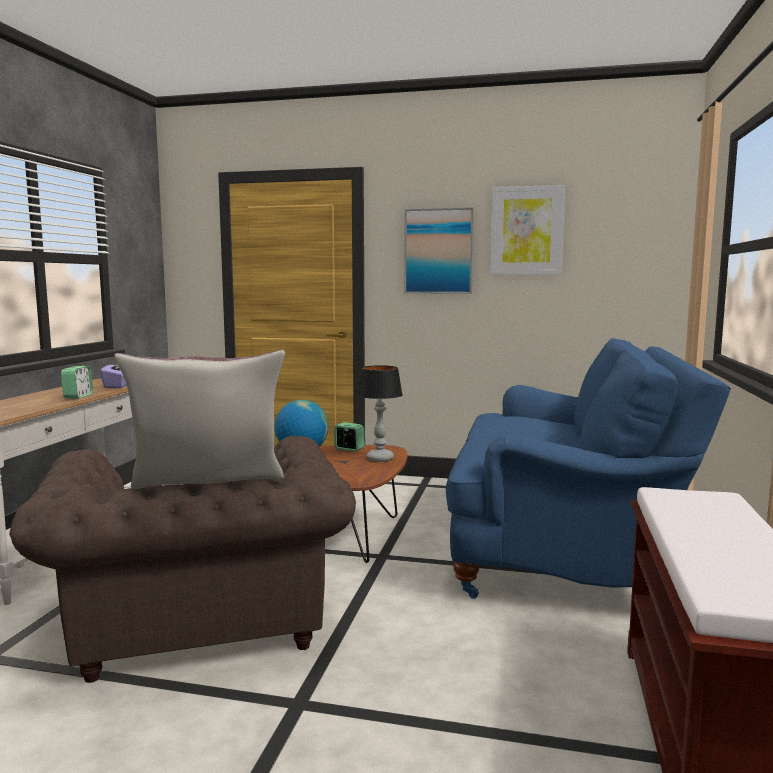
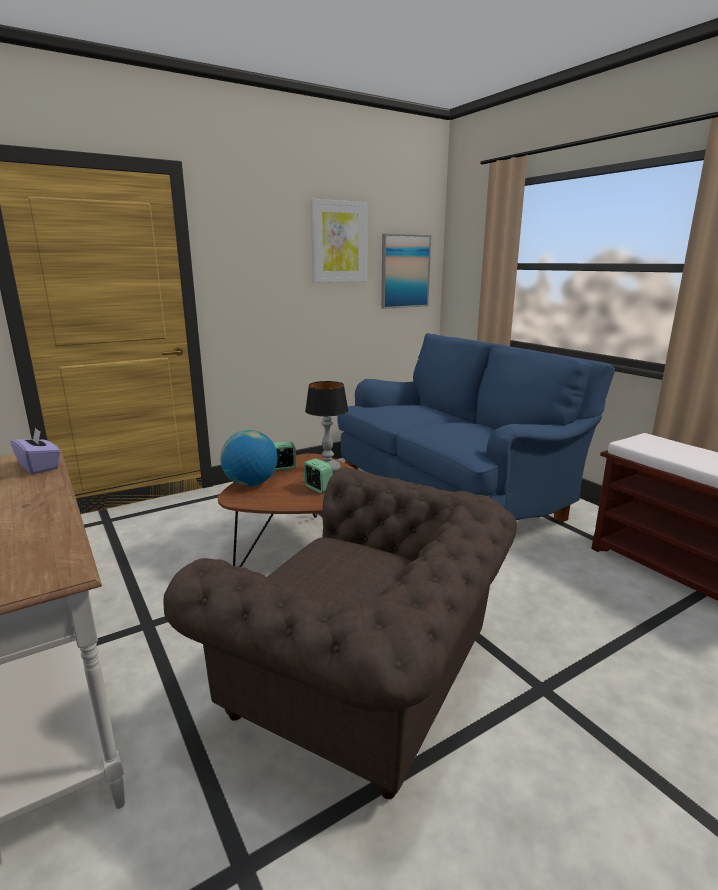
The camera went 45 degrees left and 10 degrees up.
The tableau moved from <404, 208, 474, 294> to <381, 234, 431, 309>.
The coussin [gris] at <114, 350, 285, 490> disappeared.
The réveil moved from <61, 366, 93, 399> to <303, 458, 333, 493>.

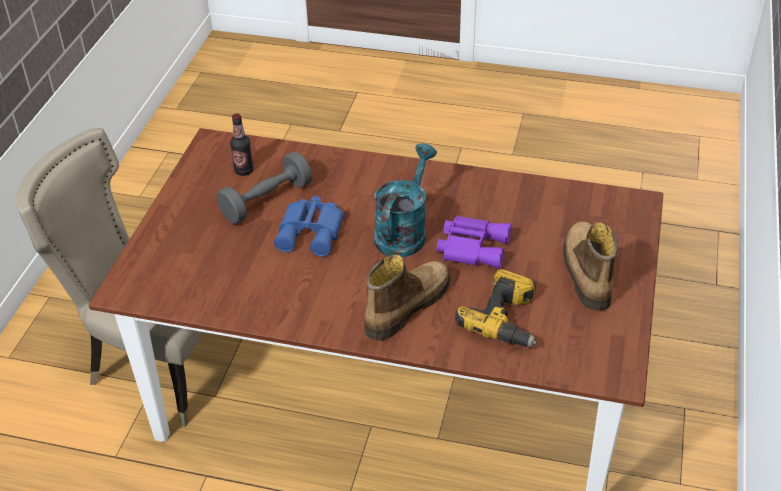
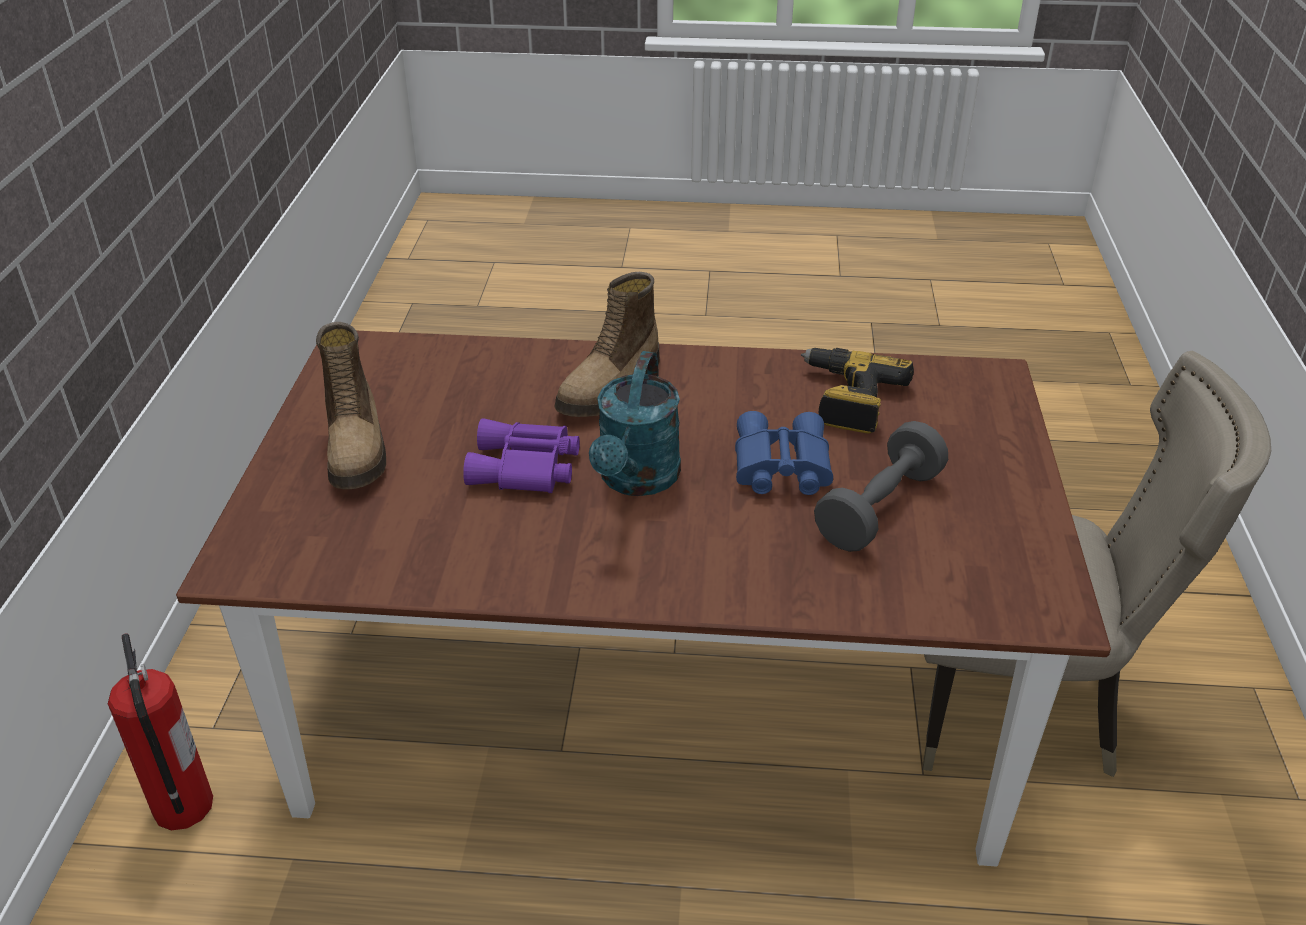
The camera went 170 degrees right and 5 degrees down.
The bouteille at <230, 114, 253, 176> disappeared.
The perceuse moved from <455, 269, 537, 347> to <801, 348, 914, 433>.
The extincteur at <108, 634, 213, 831> appeared.

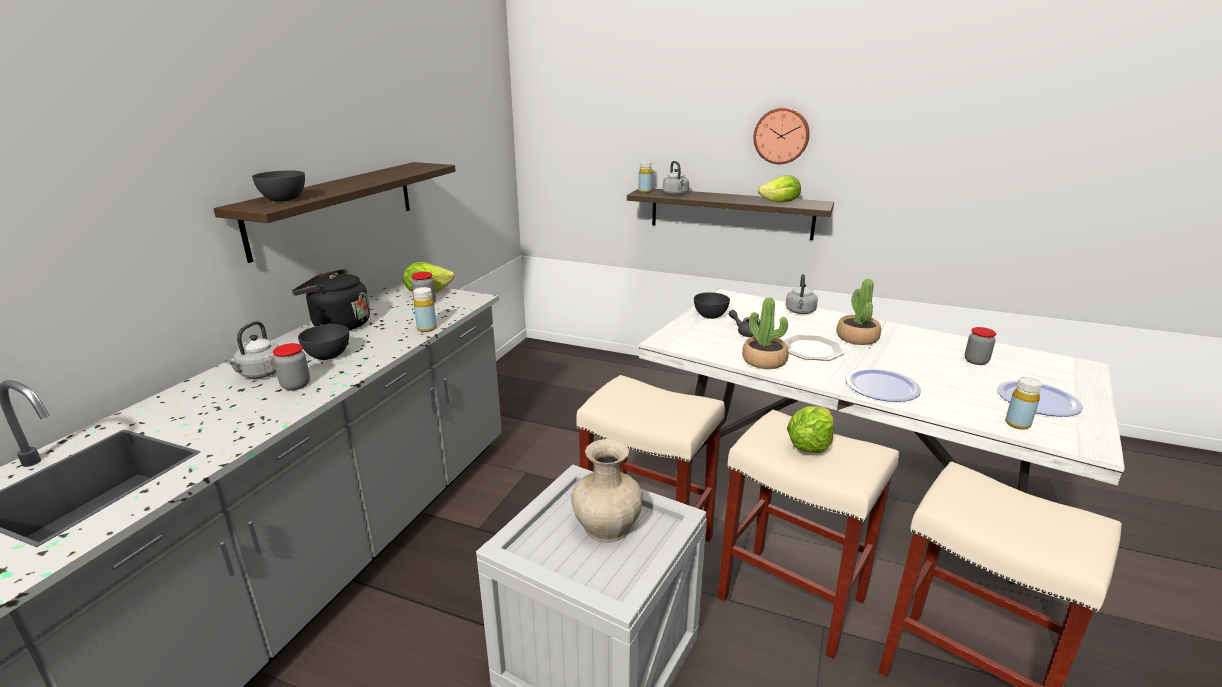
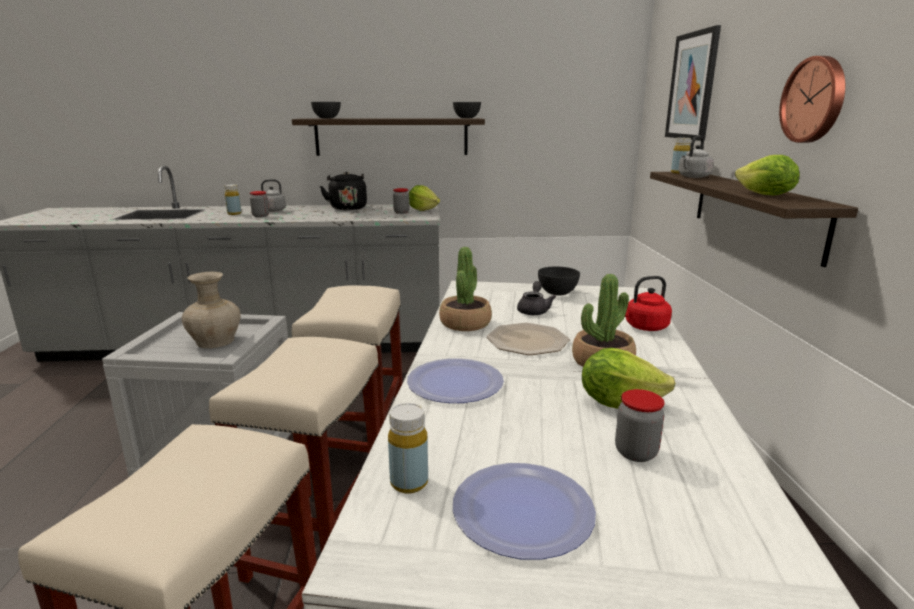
The camera went 65 degrees right and 5 degrees down.
The bouilloire [gris] at <786, 274, 818, 314> became the bouilloire [rouge] at <625, 276, 672, 331>.
The bouteille [jaune] moved from <413, 287, 437, 332> to <224, 184, 241, 215>.
The bol [gris] moved from <298, 324, 349, 360> to <453, 102, 481, 118>.
The laitue moved from <787, 406, 833, 453> to <582, 348, 675, 409>.
The tableau at <665, 25, 721, 141> appeared.

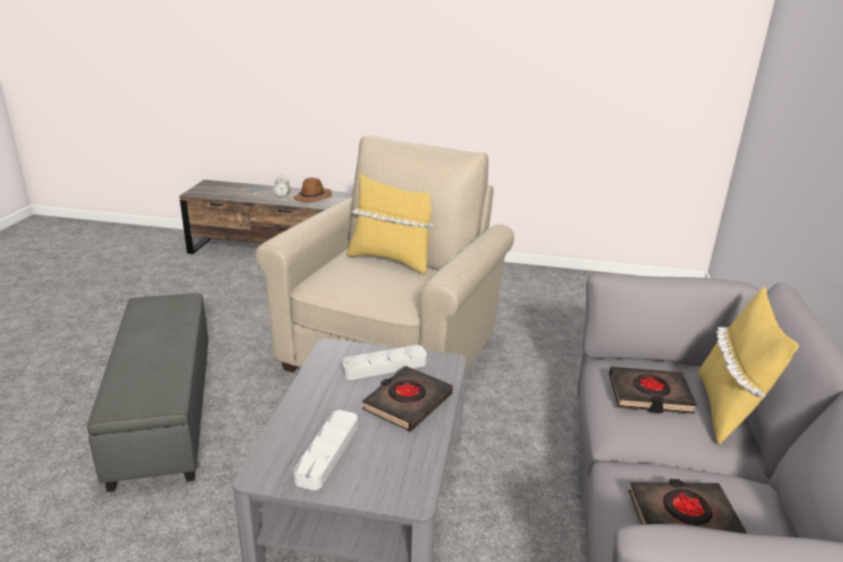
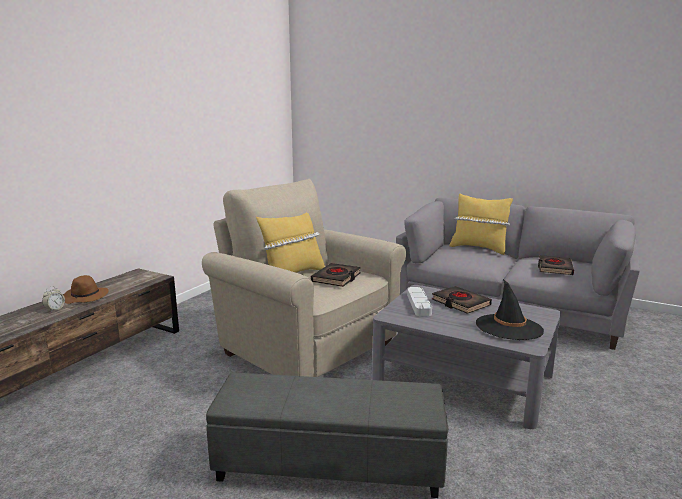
The camera went 70 degrees left and 10 degrees down.
The livre [noir] moved from <609, 366, 697, 414> to <311, 263, 361, 287>.
The plateau [gris] at <293, 410, 358, 490> was replaced by the chapeau [noir] at <476, 279, 544, 340>.

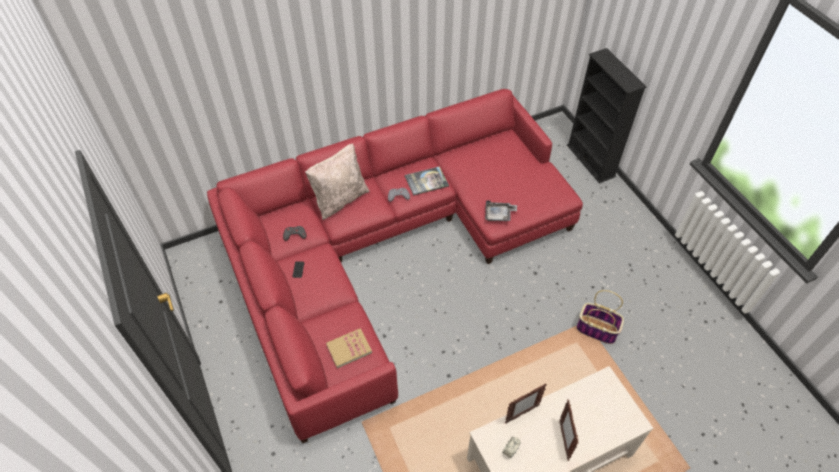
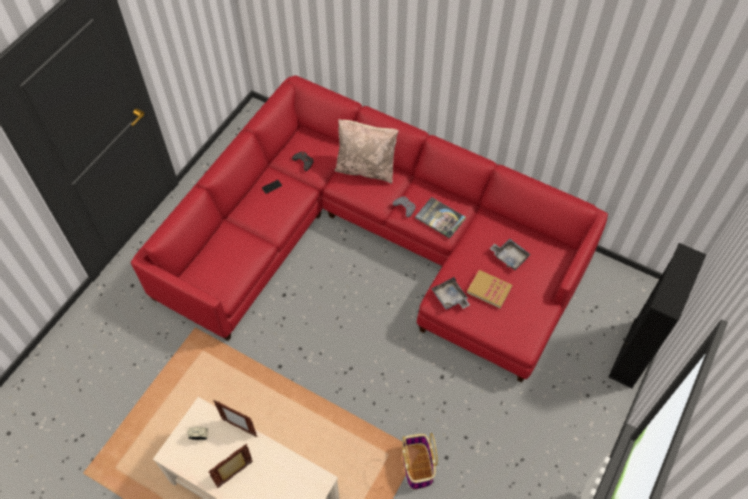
The camera went 55 degrees right and 5 degrees up.
The livre moved from <326, 328, 372, 368> to <467, 270, 512, 309>.
The plateau [gris] at <489, 238, 531, 270> appeared.

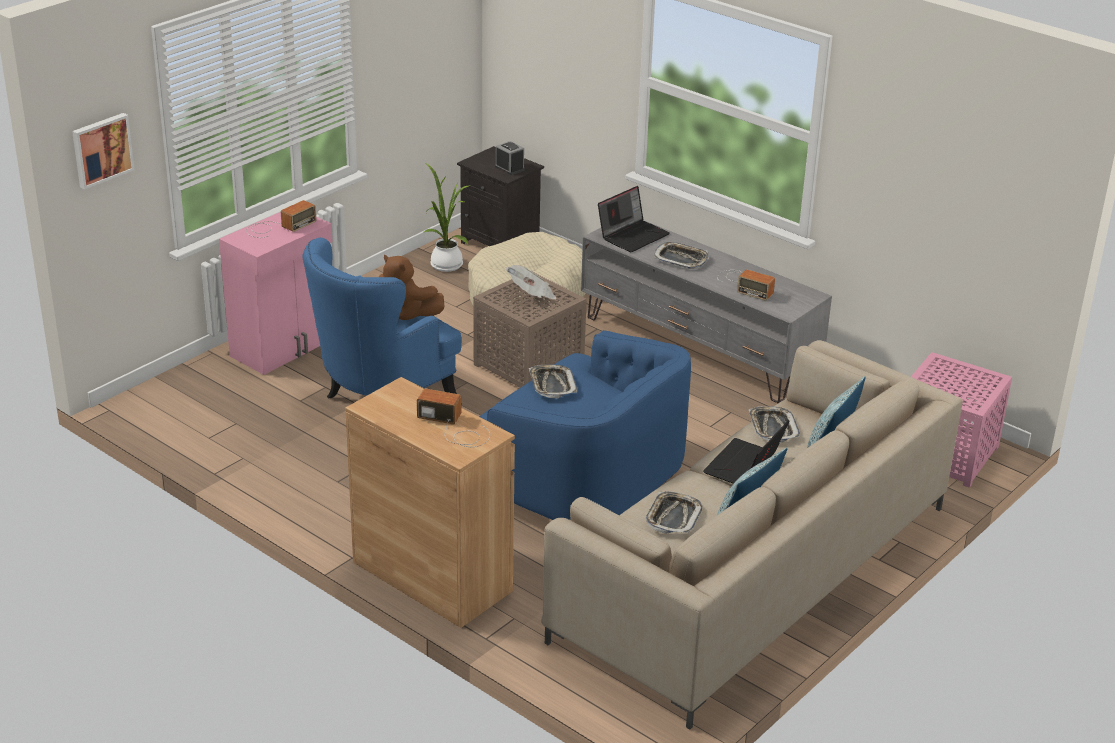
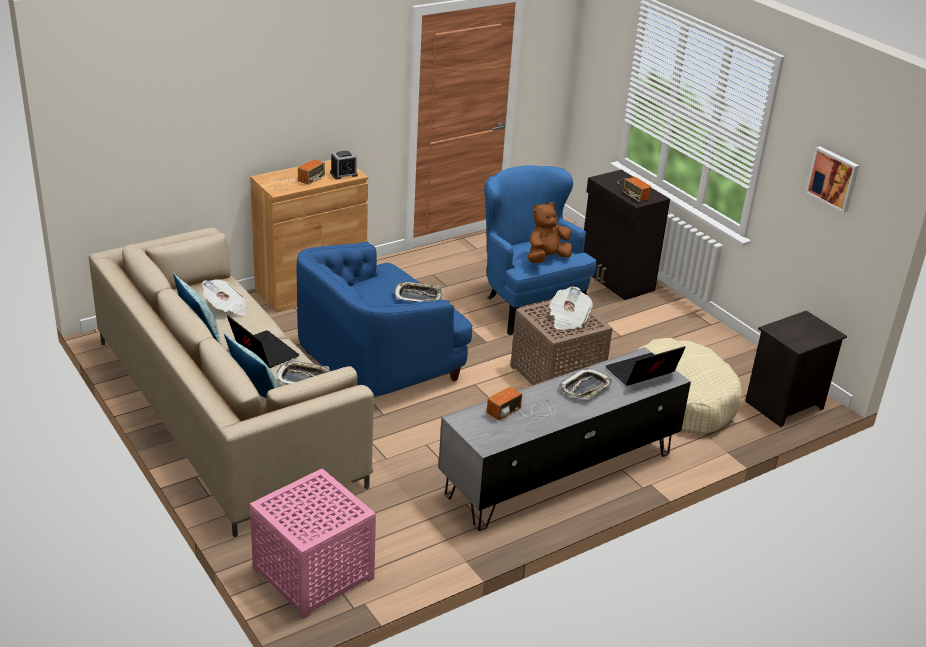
The camera went 105 degrees right and 0 degrees up.
The tableau moved from <72, 113, 135, 189> to <805, 146, 859, 213>.
The réveil moved from <495, 141, 525, 175> to <330, 150, 358, 179>.
The plante en pot at <424, 163, 471, 272> disappeared.
The ordinateur portable at <598, 186, 670, 252> turned 90 degrees clockwise.
The meuble de rangement [rose] at <219, 212, 332, 375> became the meuble de rangement [noir] at <583, 170, 670, 300>.
The plateau at <646, 491, 702, 534> was replaced by the journal at <202, 279, 247, 316>.

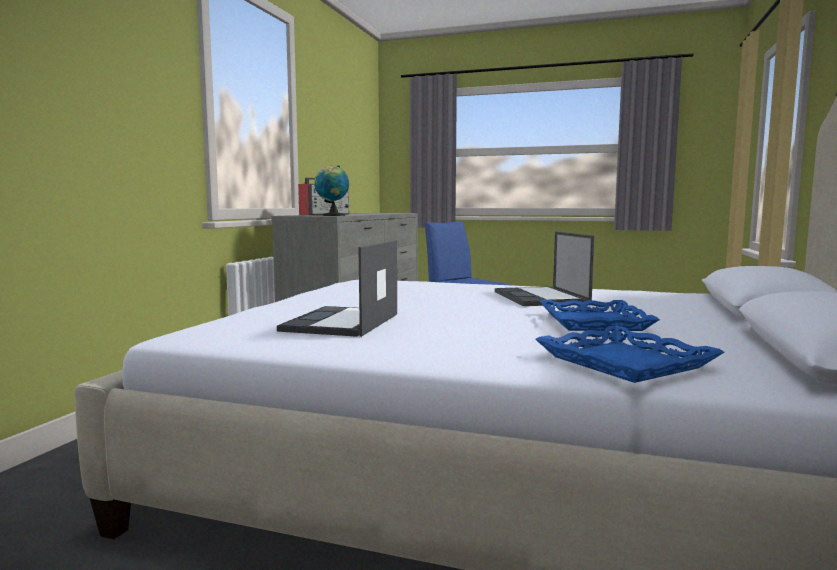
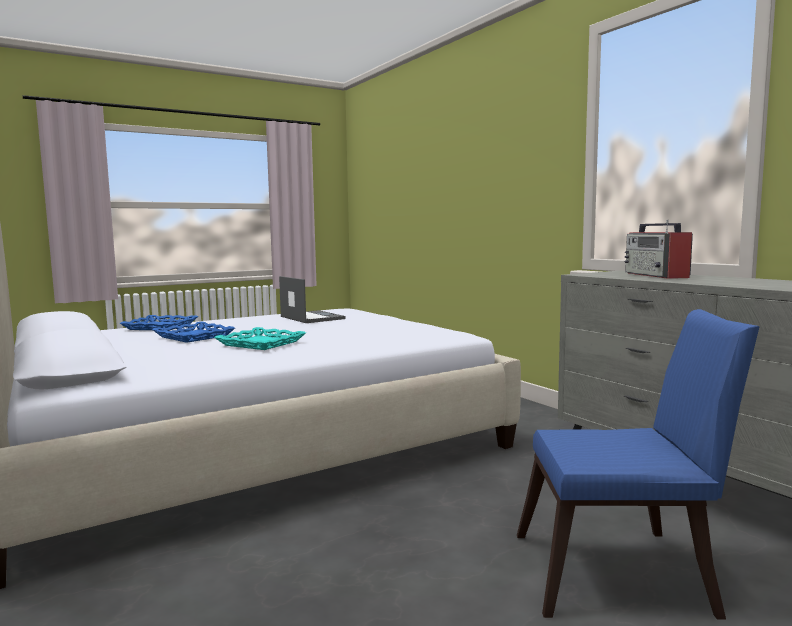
The camera went 130 degrees right and 0 degrees up.
The globe at <314, 165, 349, 216> disappeared.
The ordinateur portable at <495, 231, 594, 306> was replaced by the plateau [turquoise] at <214, 327, 306, 350>.

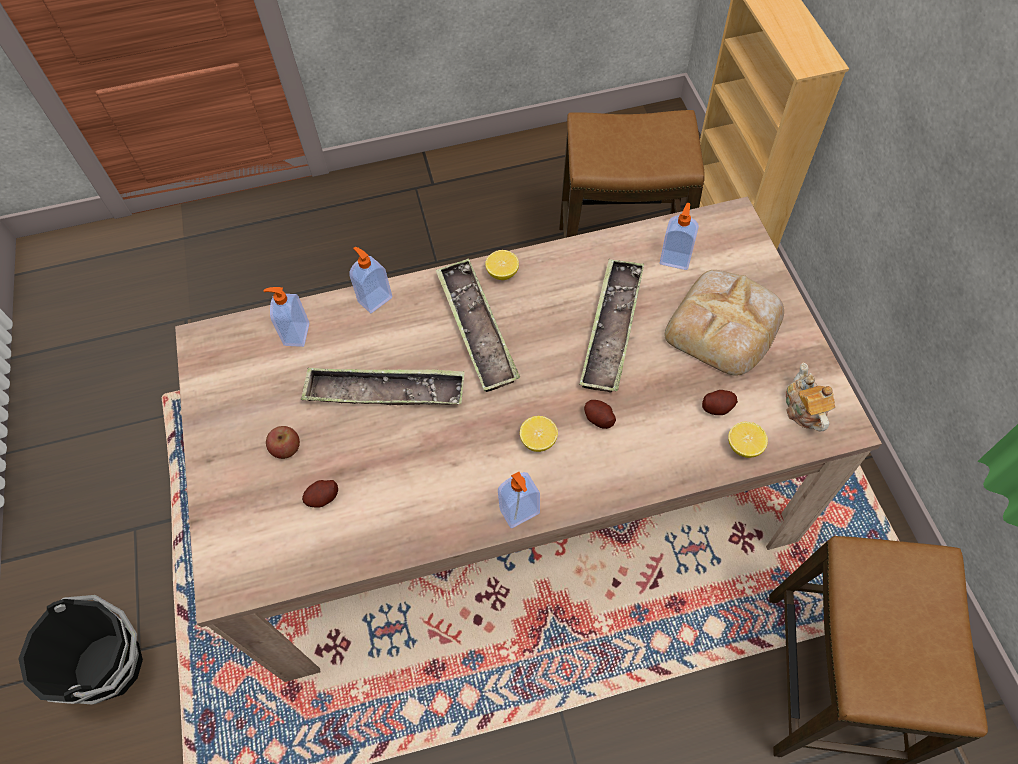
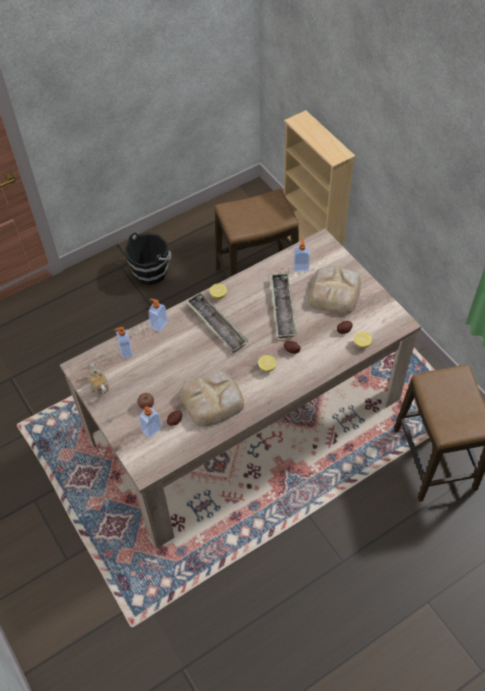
The camera went 20 degrees left and 5 degrees down.
The théière moved from <786, 362, 835, 431> to <88, 363, 109, 394>.
The plateau at <301, 368, 465, 405> disappeared.
The distributeur de savon moved from <498, 472, 540, 528> to <139, 406, 162, 438>.
The seau [noir] moved from <18, 595, 143, 705> to <125, 232, 171, 285>.
The pain at <179, 370, 244, 427> appeared.

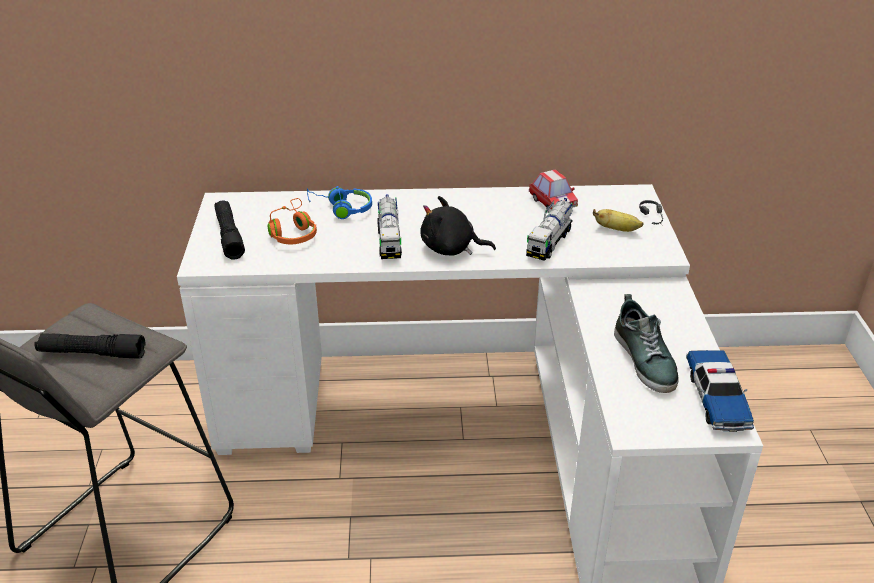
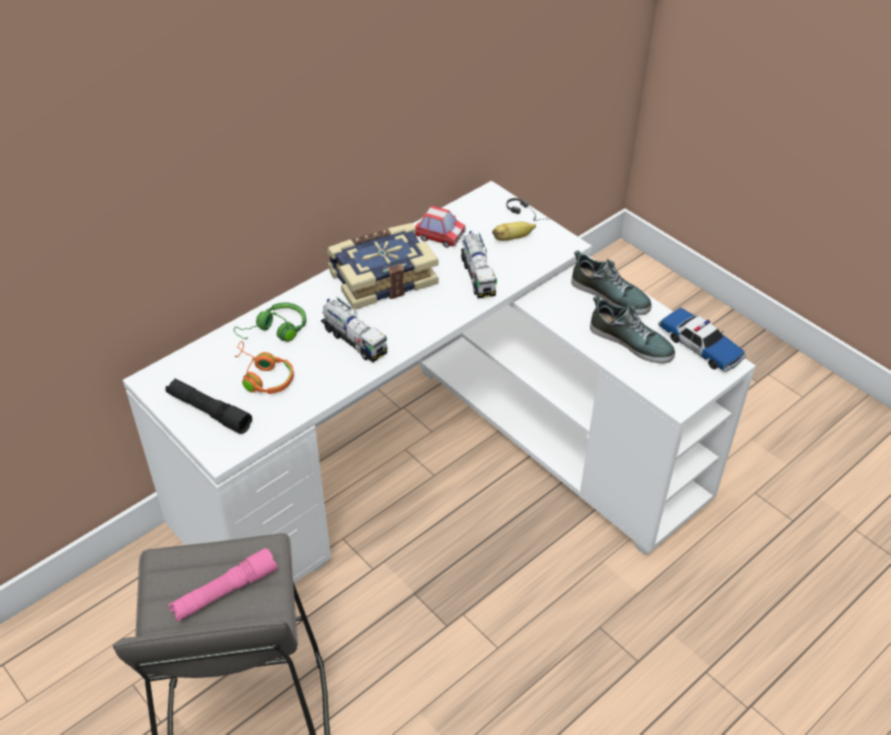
The camera went 40 degrees left and 10 degrees up.
The casque audio [bleu] at <307, 186, 372, 219> became the casque audio [vert] at <234, 302, 306, 342>.
The peluche [noir] at <420, 196, 496, 255> disappeared.
The lampe de poche [noir] at <35, 333, 145, 359> became the lampe de poche [rose] at <168, 548, 277, 622>.
The livre at <327, 223, 439, 310> appeared.
The chaussure at <571, 250, 652, 315> appeared.

